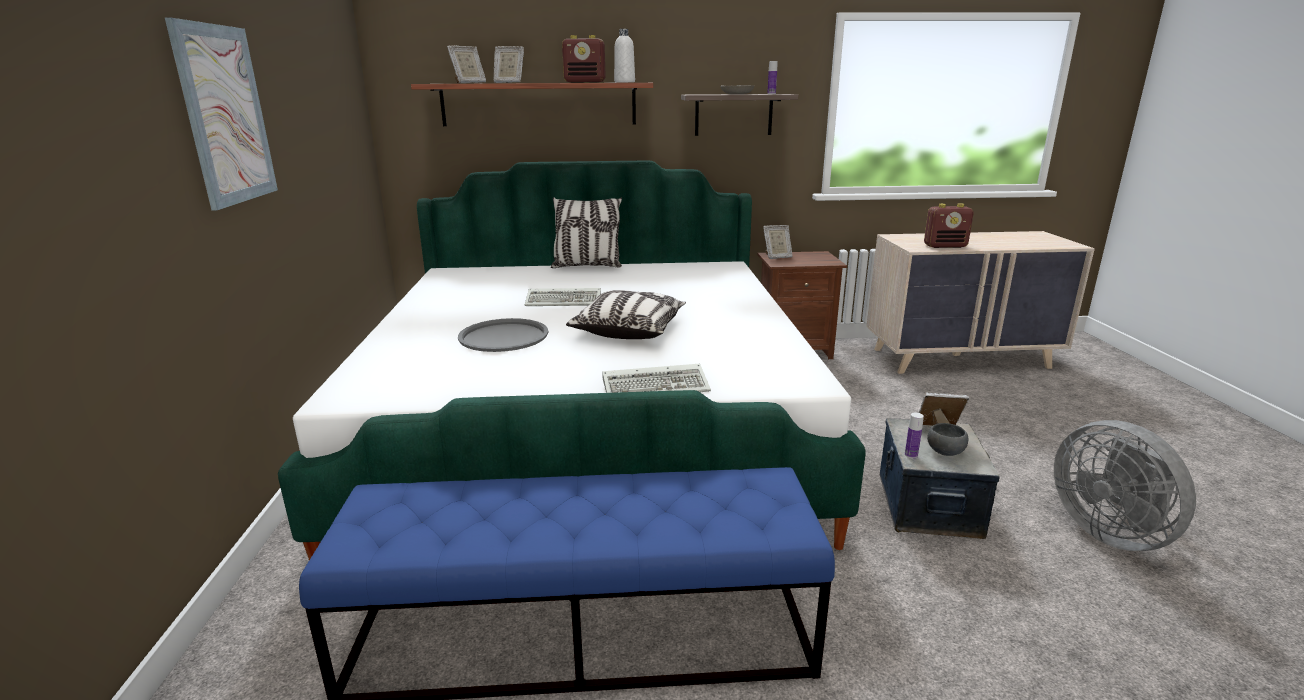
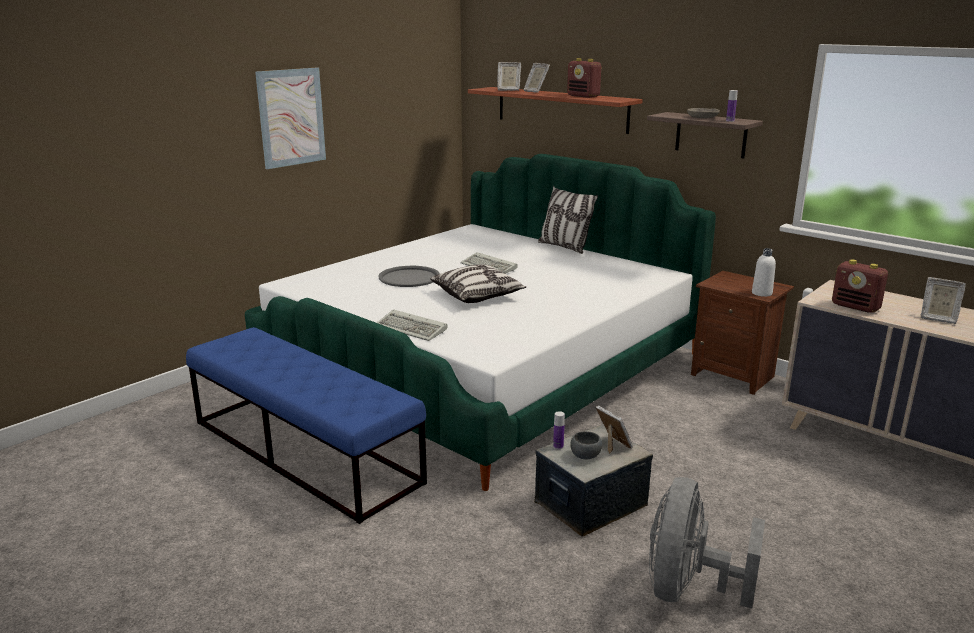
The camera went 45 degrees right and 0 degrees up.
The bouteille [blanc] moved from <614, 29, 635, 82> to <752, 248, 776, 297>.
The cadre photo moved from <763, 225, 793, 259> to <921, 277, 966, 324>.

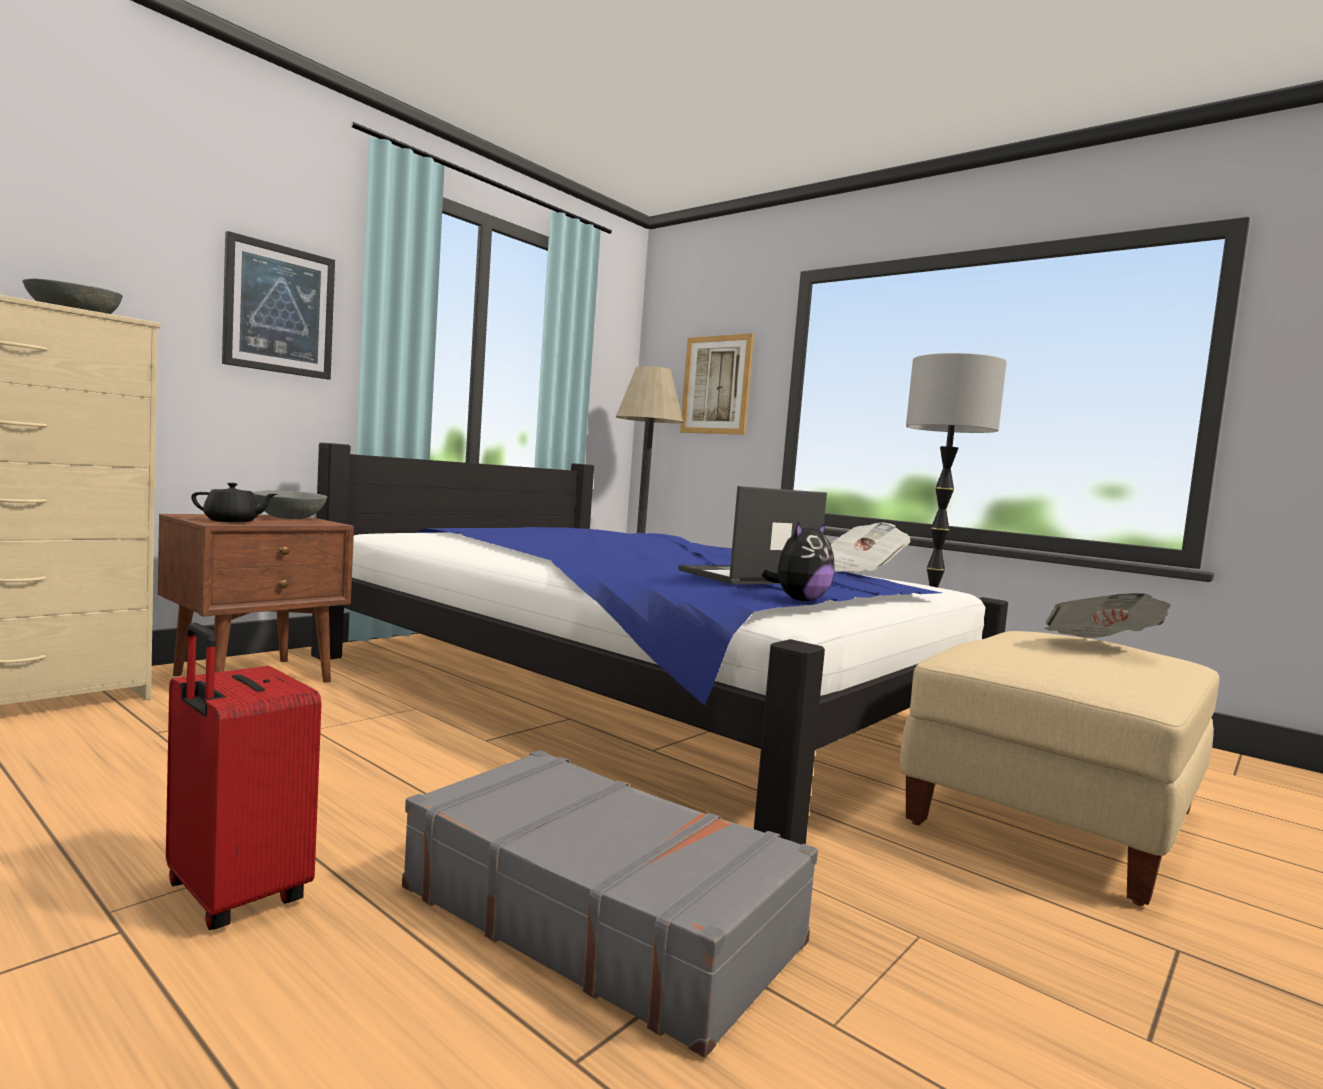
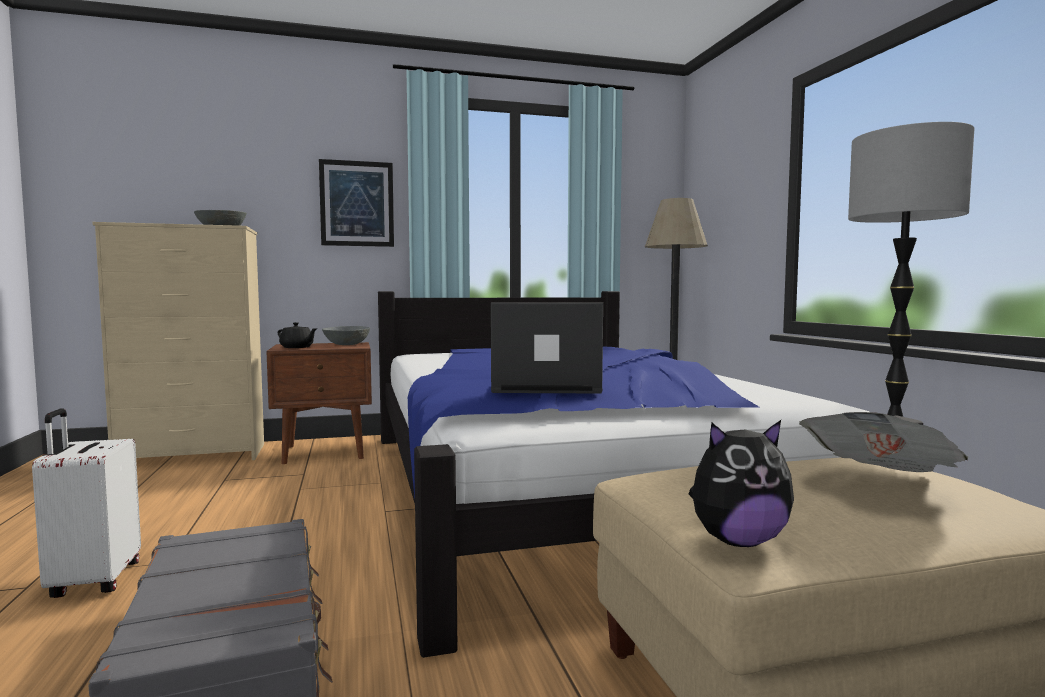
The camera went 35 degrees right and 0 degrees up.
The tableau at <680, 333, 754, 435> disappeared.
The peluche moved from <761, 521, 835, 601> to <689, 420, 794, 547>.
The journal at <831, 522, 910, 572> disappeared.
The valise [rouge] at <166, 623, 322, 930> became the valise [blanc] at <32, 408, 141, 598>.

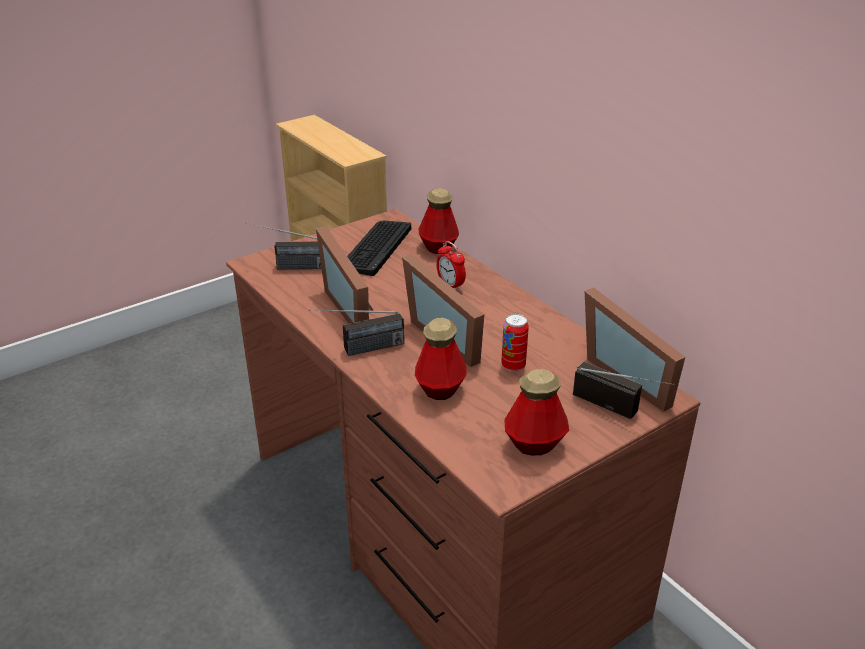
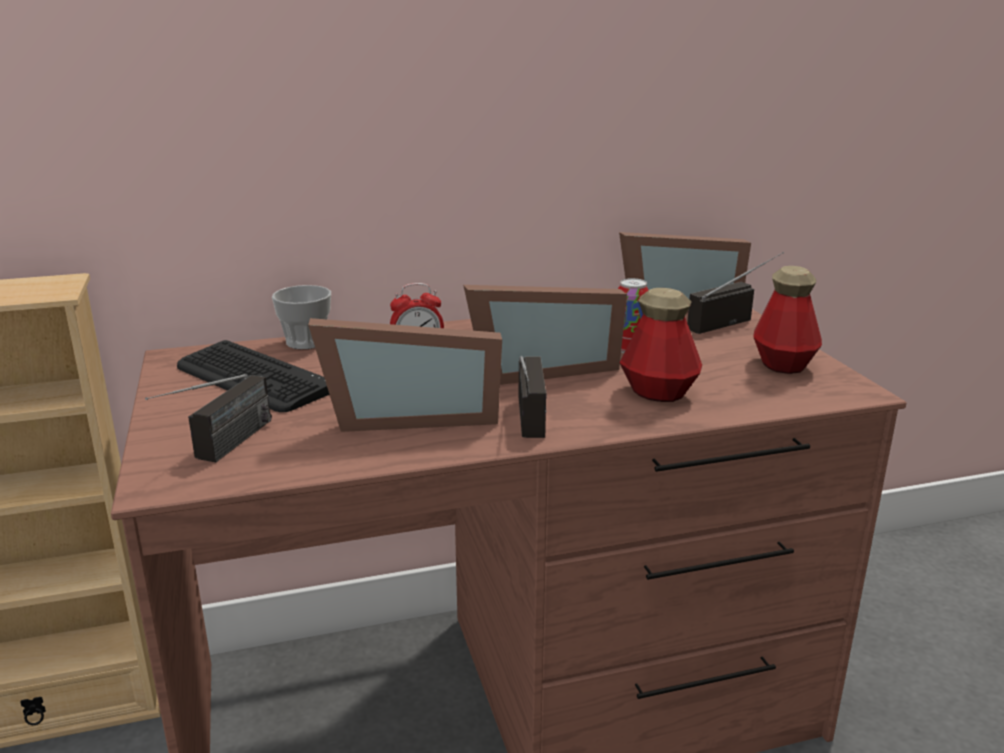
The camera went 70 degrees left and 10 degrees down.
The bouteille at <419, 188, 459, 254> was replaced by the tasse at <272, 285, 331, 349>.

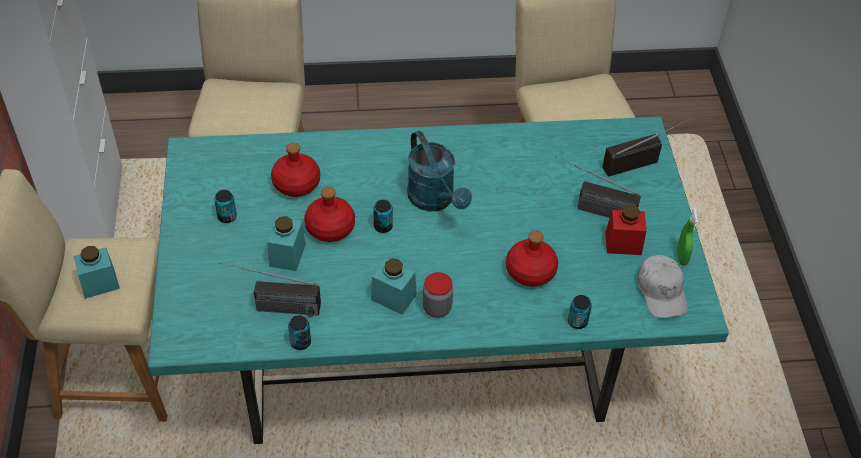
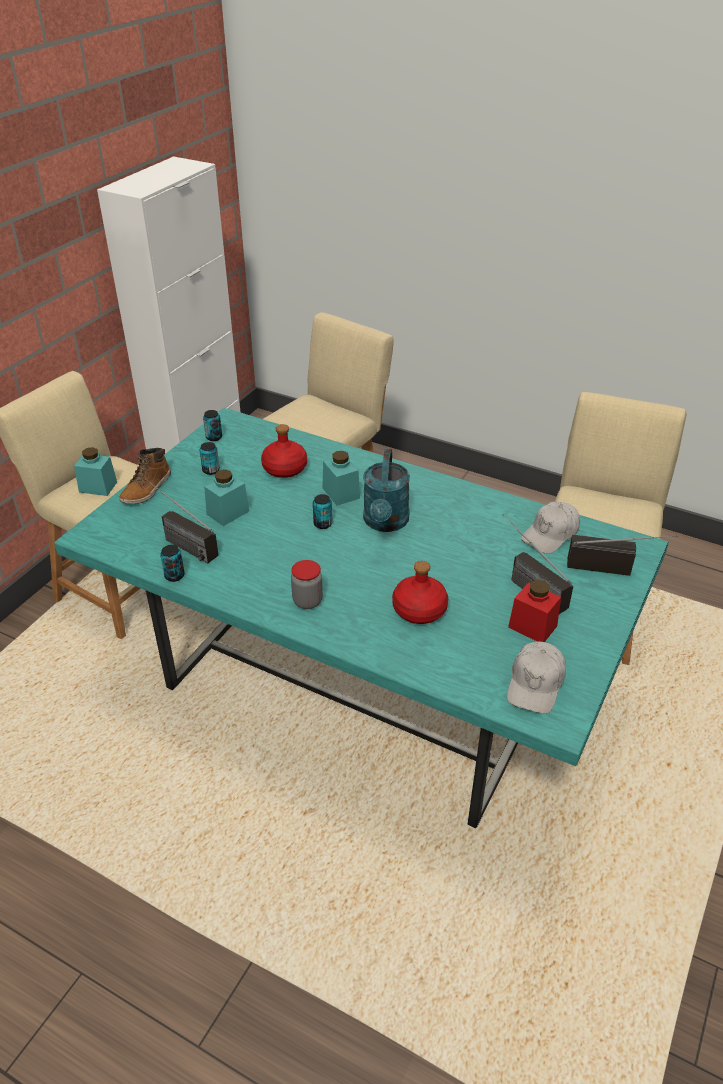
The camera went 35 degrees right and 10 degrees down.
The bouteille [rouge] at <304, 187, 355, 242> disappeared.
The vaporisateur [vert] at <677, 208, 698, 266> disappeared.
The bocal [turquoise] moved from <371, 258, 417, 315> to <323, 451, 360, 506>.
The boîte métallique moved from <568, 295, 592, 329> to <203, 410, 222, 441>.
The botte at <119, 448, 171, 504> appeared.
The casquette [blanc] at <521, 502, 580, 554> appeared.

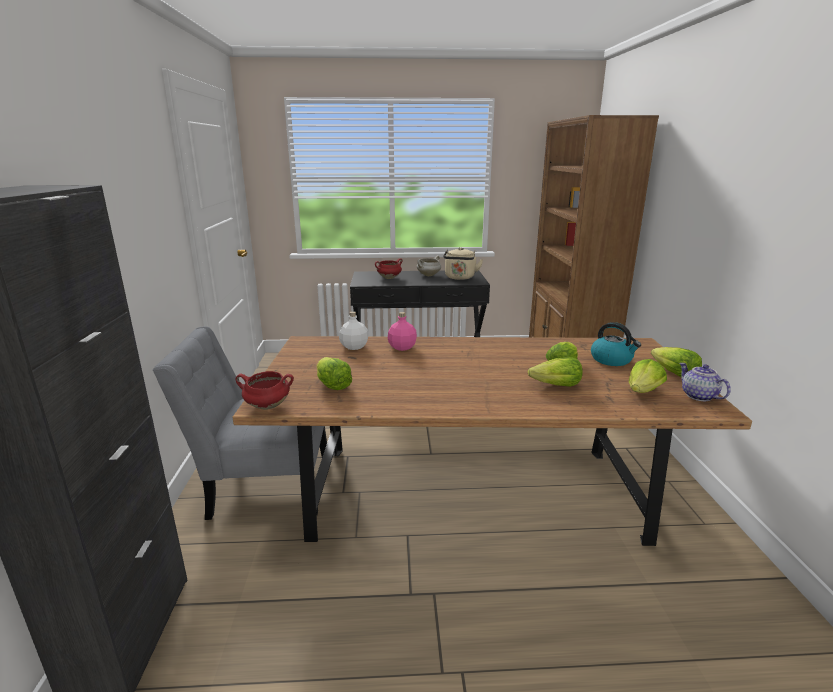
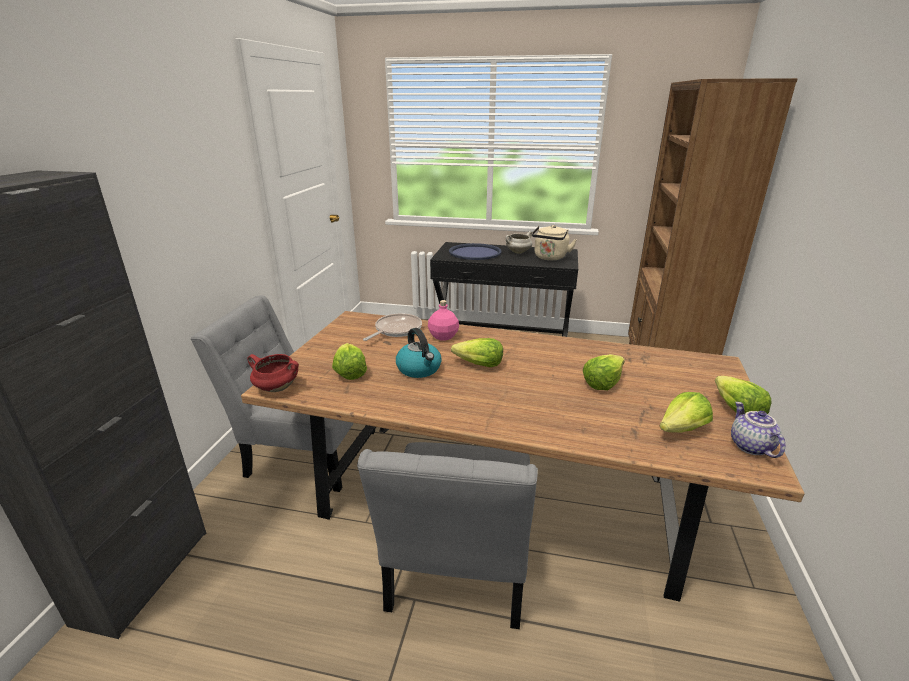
The camera went 15 degrees right and 5 degrees up.
The marmite [rouge] at <375, 258, 403, 279> was replaced by the plateau [bleu] at <449, 243, 502, 260>.
The bouteille [blanc] at <339, 311, 369, 350> was replaced by the poêle at <363, 313, 422, 341>.
The bouilloire moved from <591, 322, 641, 366> to <396, 328, 442, 378>.
The laitue moved from <528, 357, 583, 387> to <451, 338, 503, 367>.
The chaise [gris] at <357, 442, 538, 629> appeared.

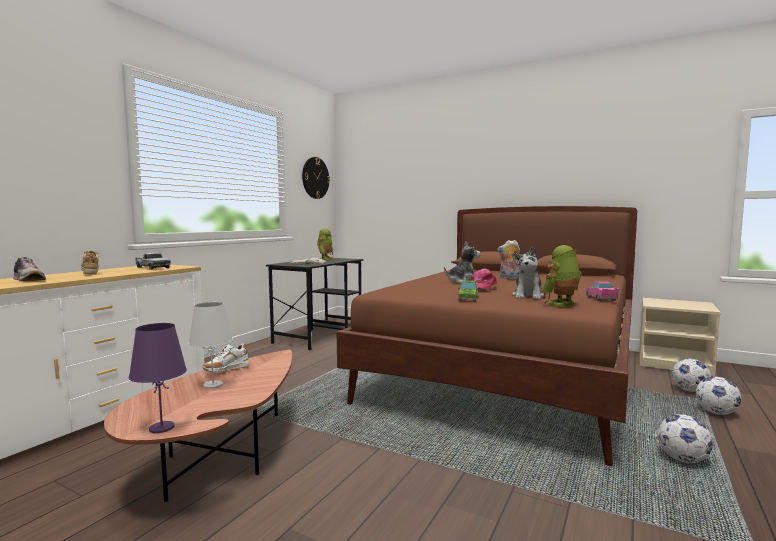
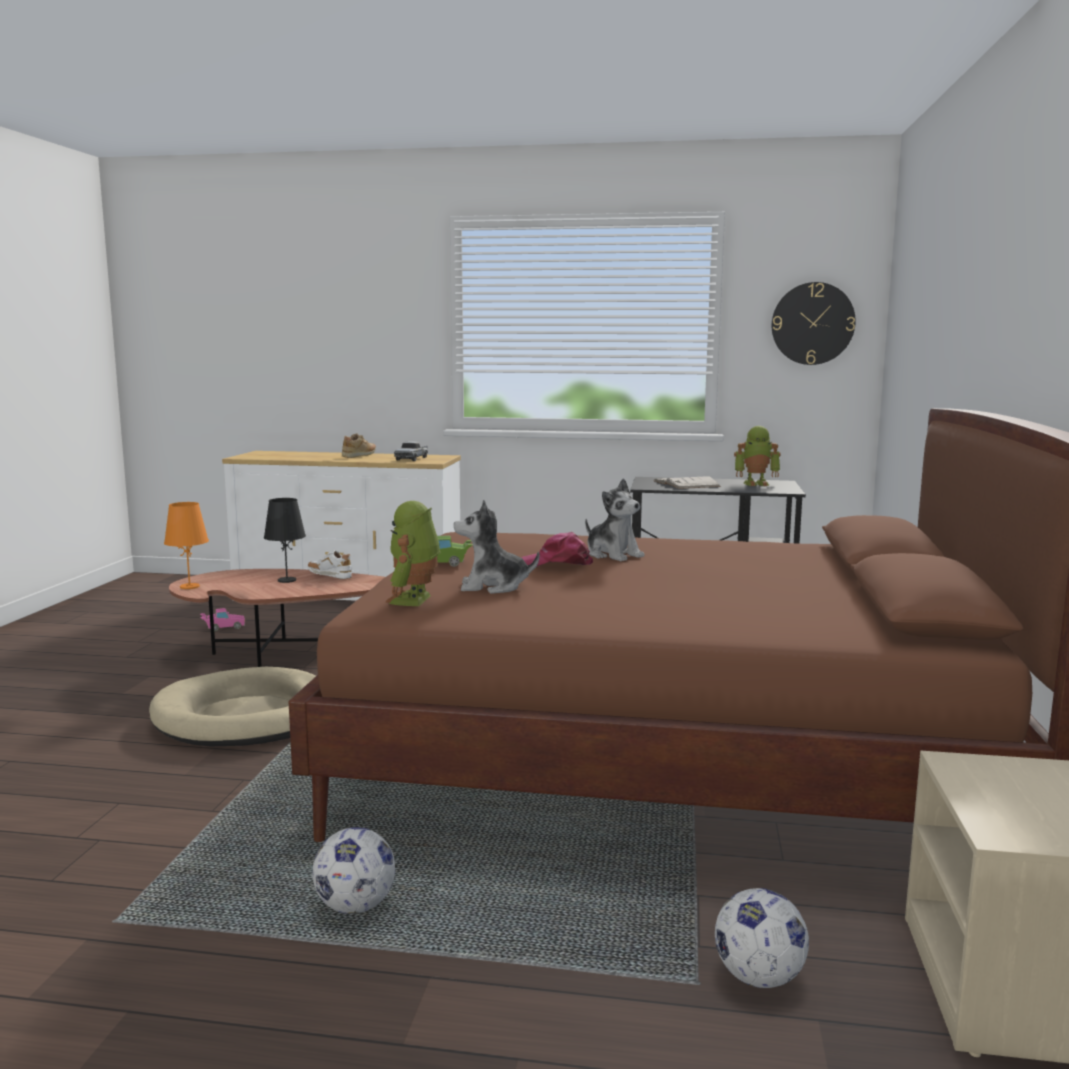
The camera went 70 degrees right and 5 degrees up.
The peluche at <497, 240, 521, 279> disappeared.
The robot jouet at <542, 245, 582, 307> turned 120 degrees counterclockwise.
The chaussure at <13, 257, 46, 281> disappeared.
The petite voiture [rose] moved from <585, 282, 620, 301> to <200, 608, 245, 631>.
The lampe de table [blanc] at <188, 302, 233, 389> became the lampe de table [noir] at <264, 498, 306, 583>.
The lampe de table [violet] at <129, 323, 187, 433> became the lampe de table [orange] at <164, 502, 209, 589>.
The ballon de foot at <696, 377, 741, 415> disappeared.
The panier pour chien [beige] at <149, 667, 316, 746> appeared.

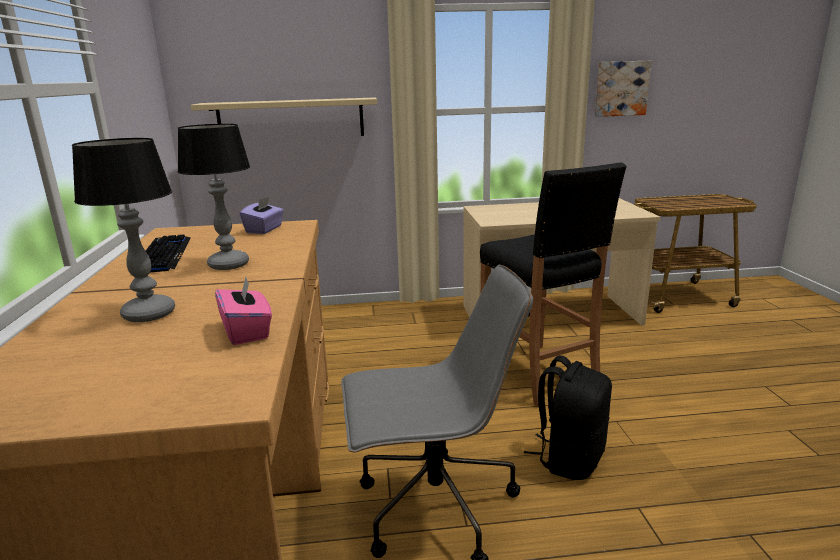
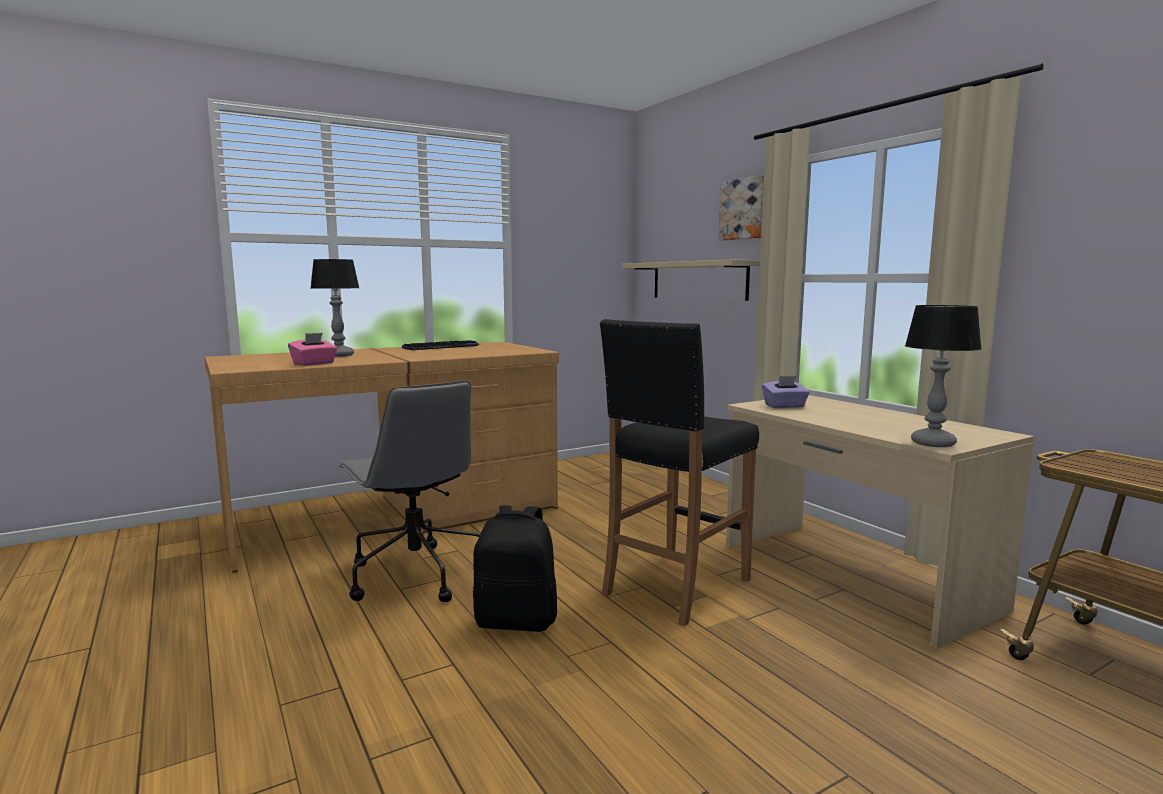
The camera went 65 degrees right and 10 degrees down.
The tableau moved from <595, 61, 651, 117> to <718, 175, 764, 241>.
The lampe de table moved from <177, 124, 250, 270> to <905, 305, 982, 447>.
The boîte à mouchoirs [violet] moved from <240, 196, 284, 234> to <762, 376, 810, 408>.

